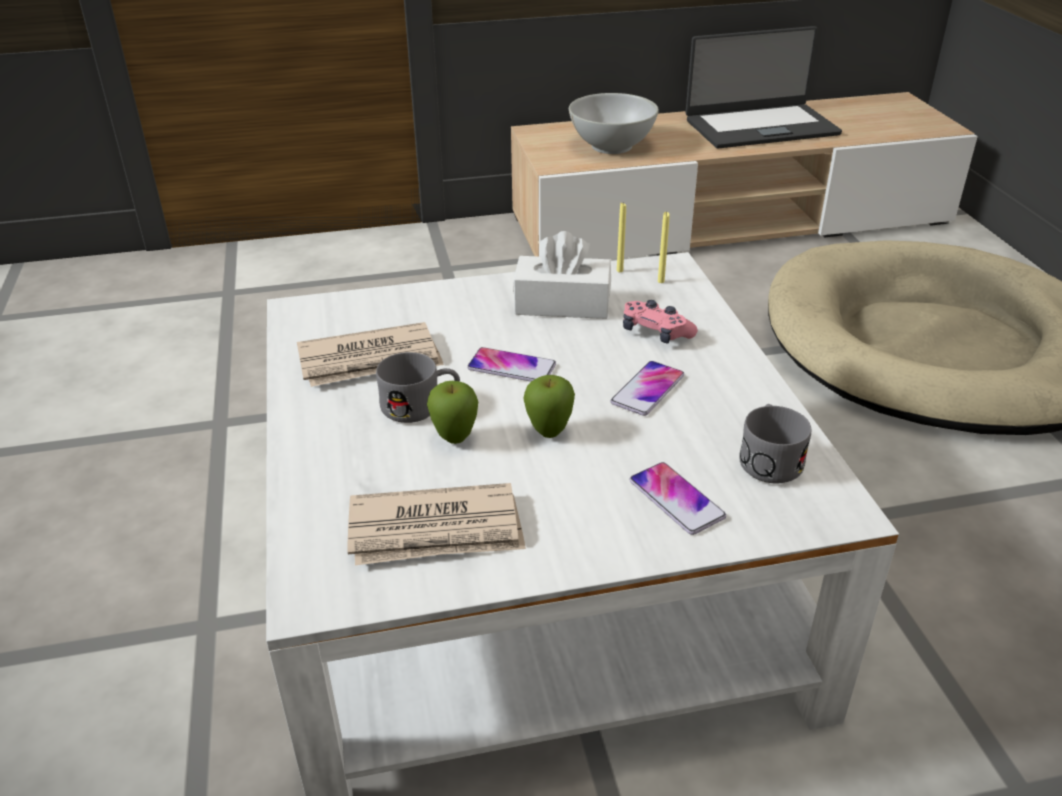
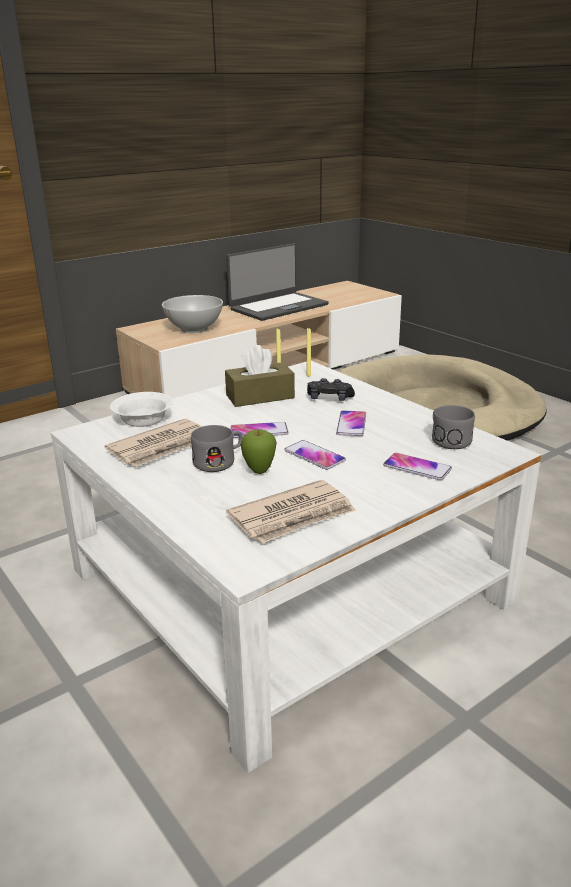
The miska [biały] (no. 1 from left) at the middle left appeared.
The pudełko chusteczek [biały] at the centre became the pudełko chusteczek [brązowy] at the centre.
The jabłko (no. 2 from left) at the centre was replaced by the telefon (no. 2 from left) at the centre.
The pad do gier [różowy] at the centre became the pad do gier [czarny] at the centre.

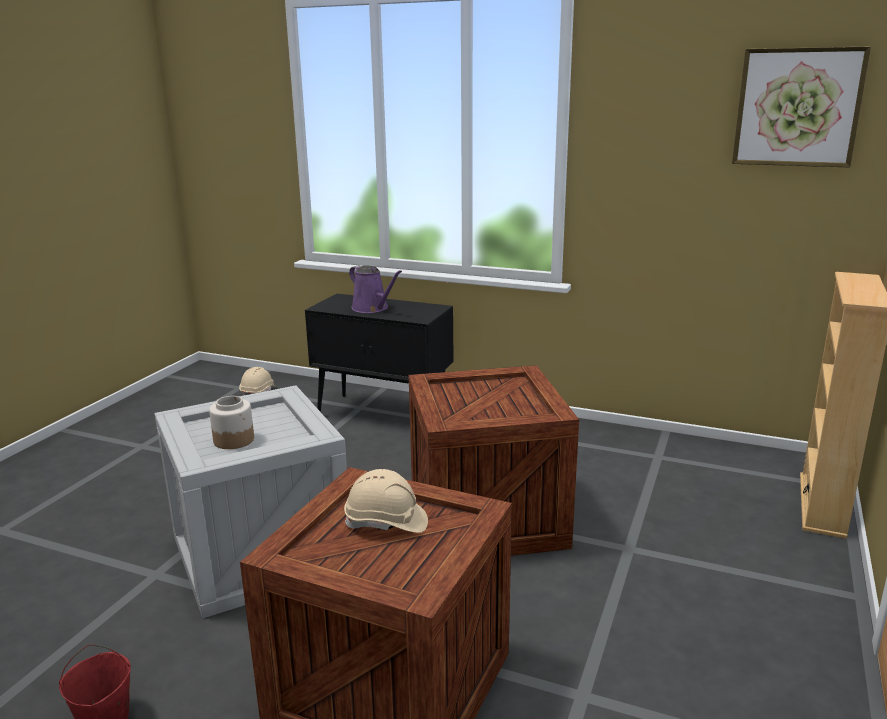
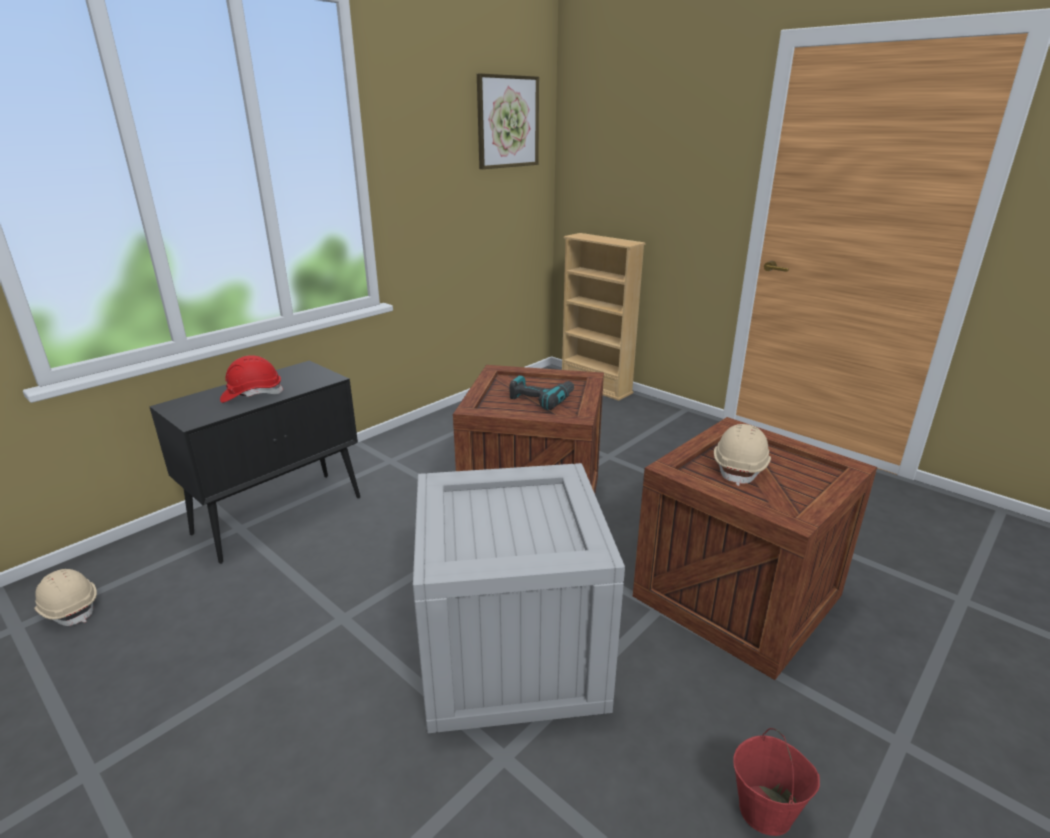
The konewka [fioletowy] at the centre was replaced by the kask [czerwony] at the middle left.
The wiertarka at the centre appeared.
The słoik at the middle left disappeared.

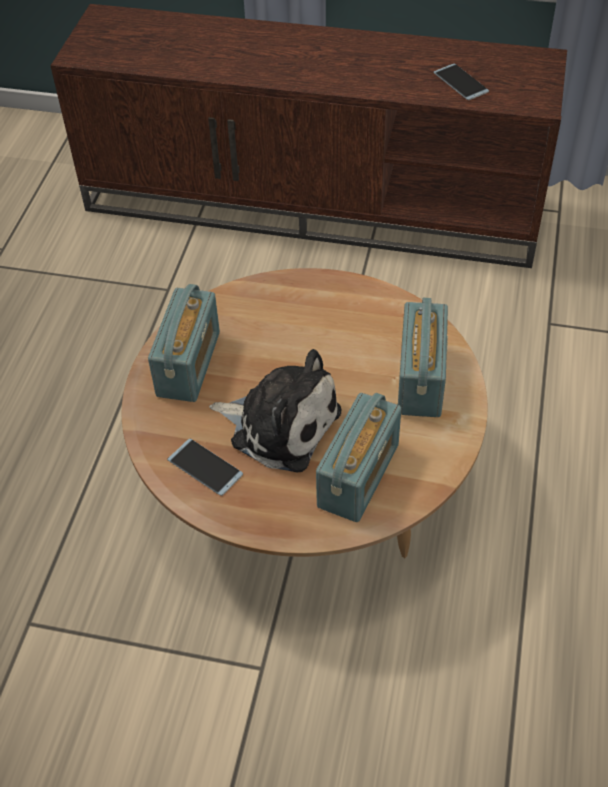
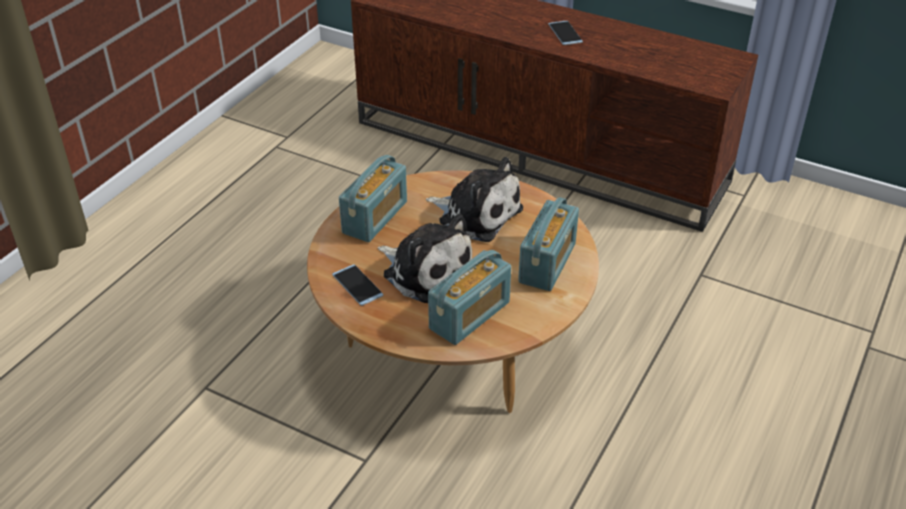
The pluszak (no. 2 from left) at the centre appeared.
The telefon (no. 2 from left) moved from the top right to the top centre.

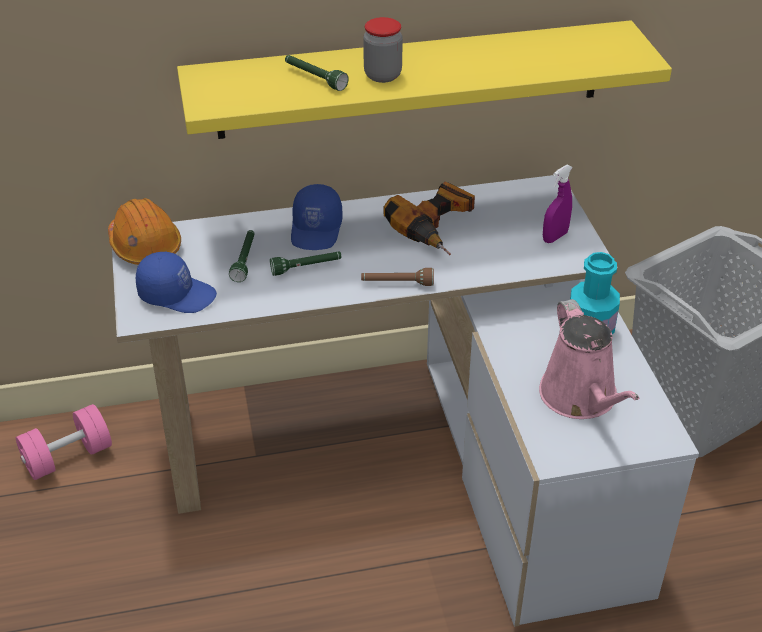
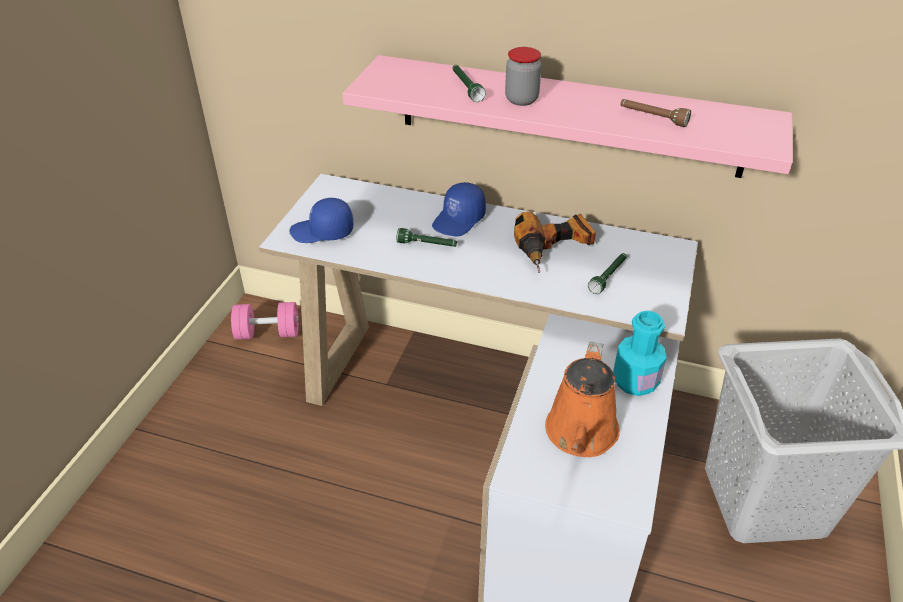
The czapka z daszkiem [niebieski] (no. 1 from left) at the middle left turned 135 degrees clockwise.
The półka [żółty] at the top centre became the półka [różowy] at the top centre.
The konewka [różowy] at the middle right became the konewka [pomarańczowy] at the centre.
The latarka [zielony] (no. 1 from left in the first image) moved from the middle left to the middle right.
The latarka [brązowy] moved from the centre to the top right.
The kask [pomarańczowy] at the middle left disappeared.
The spryskiwacz [fioletowy] at the top right disappeared.

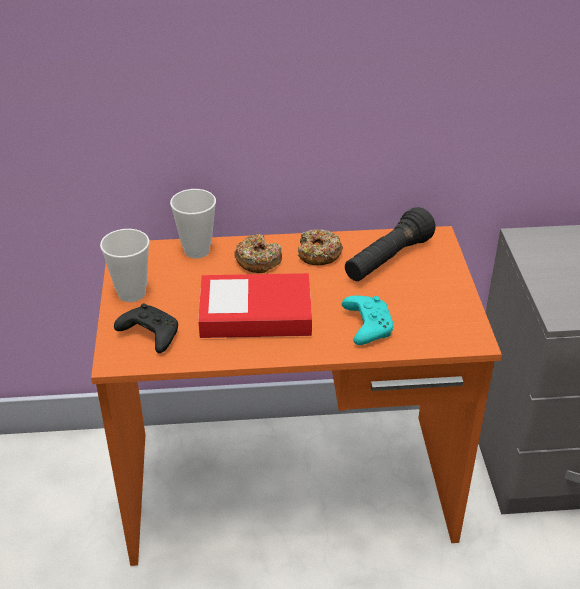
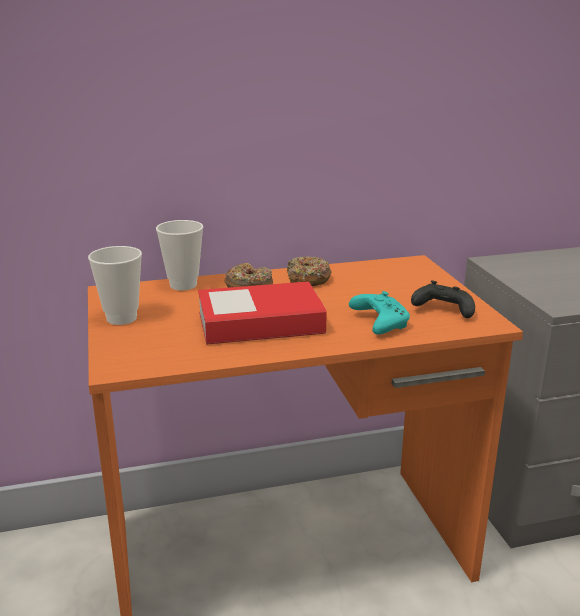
The pad do gier [czarny] moved from the middle left to the middle right.
The latarka [czarny] at the middle right disappeared.

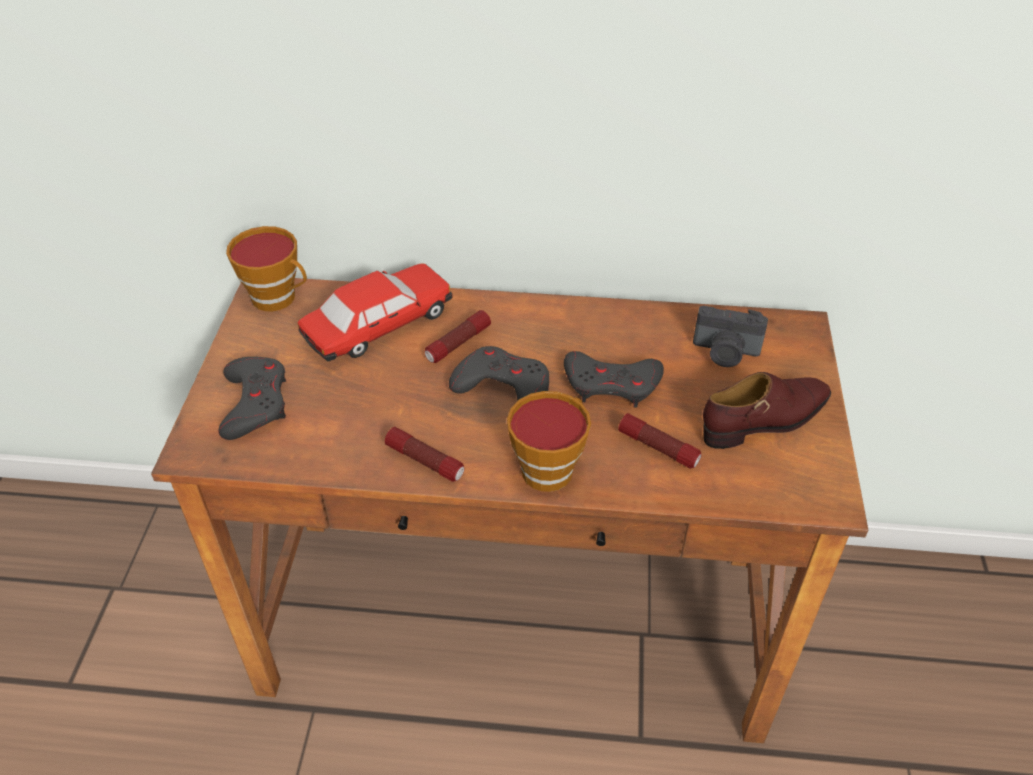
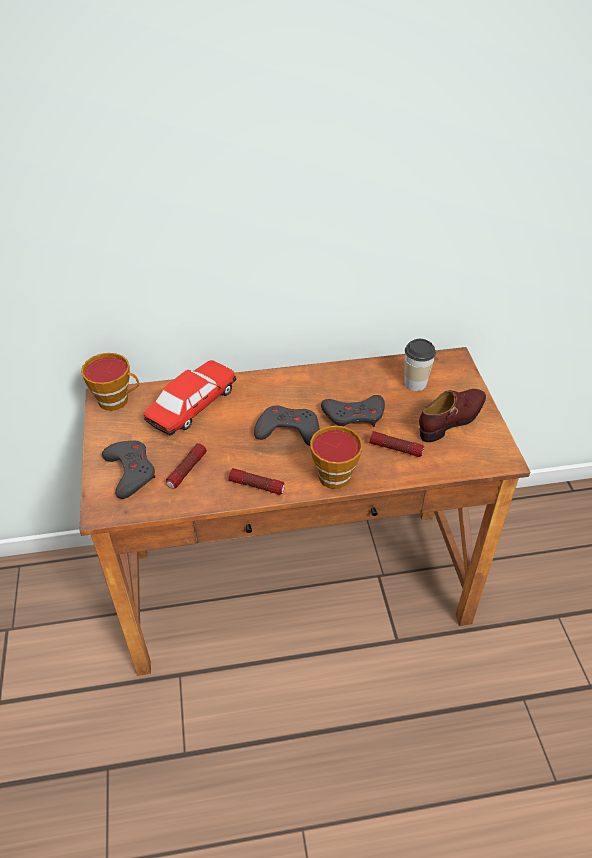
The latarka (no. 2 from left in the first image) moved from the centre to the middle left.
The aparat fotograficzny at the middle right was replaced by the filiżanka (no. 3 from left) at the middle right.

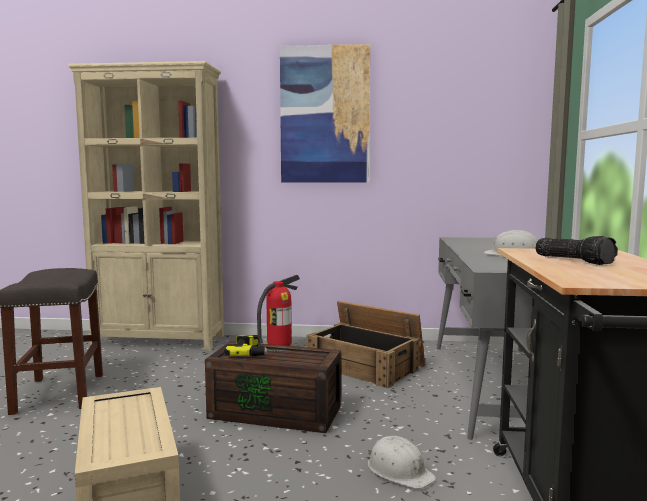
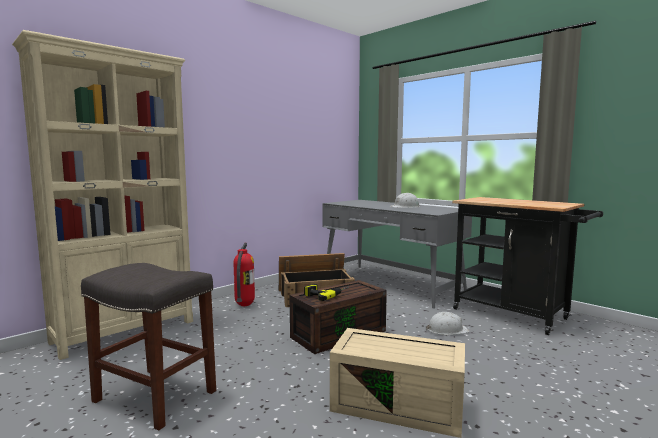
The obraz at the top centre disappeared.
The latarka at the middle right disappeared.

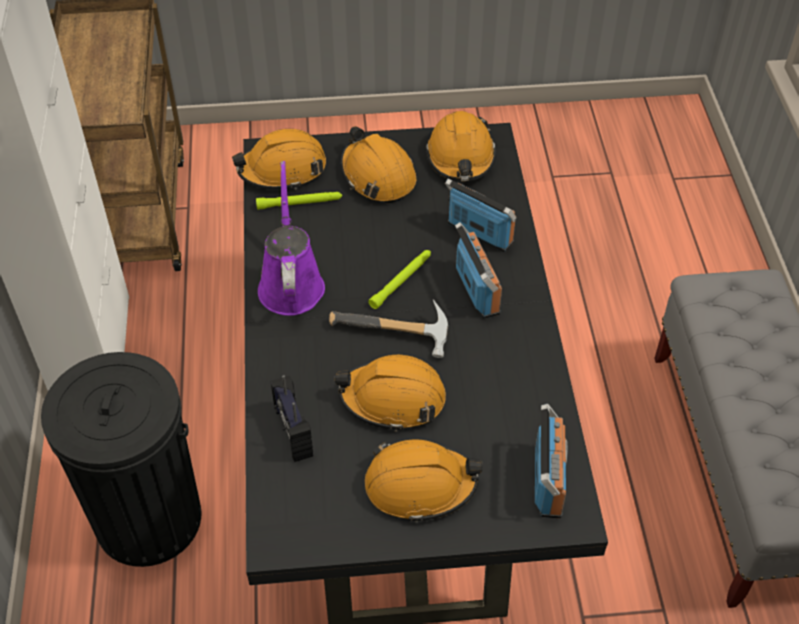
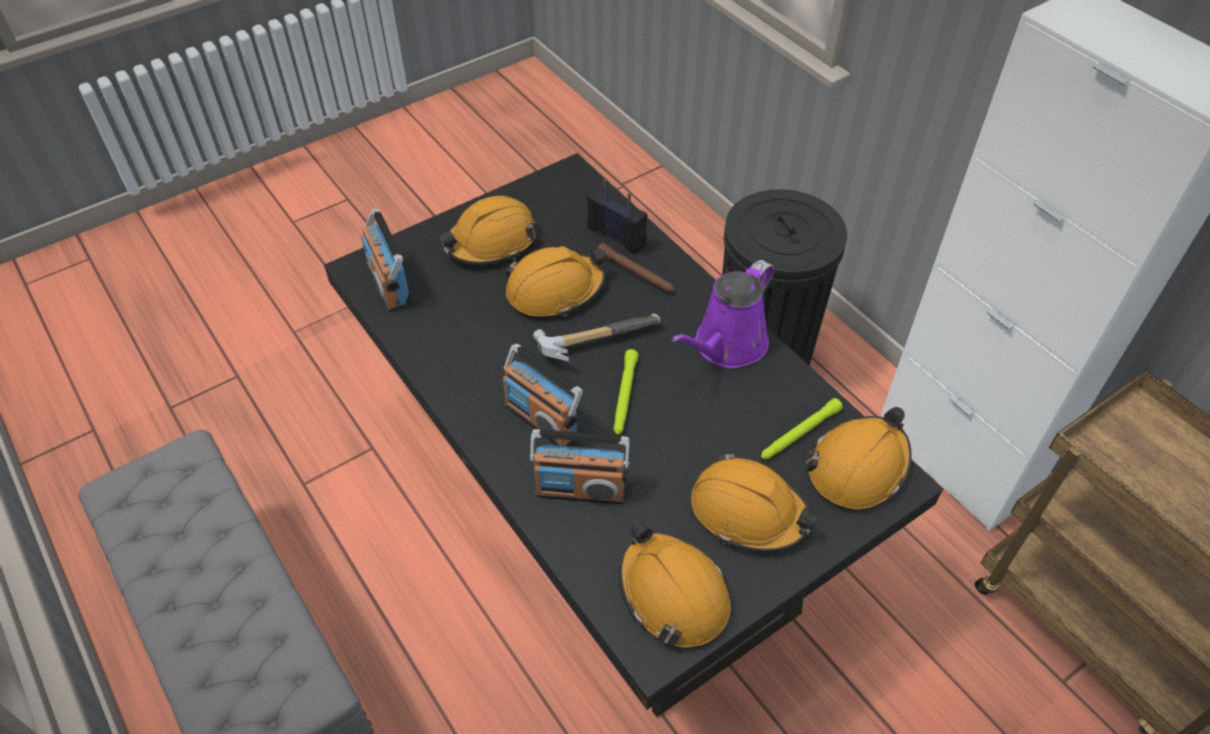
The latarka [brązowy] at the centre appeared.
The konewka [fioletowy] at the centre turned 75 degrees clockwise.

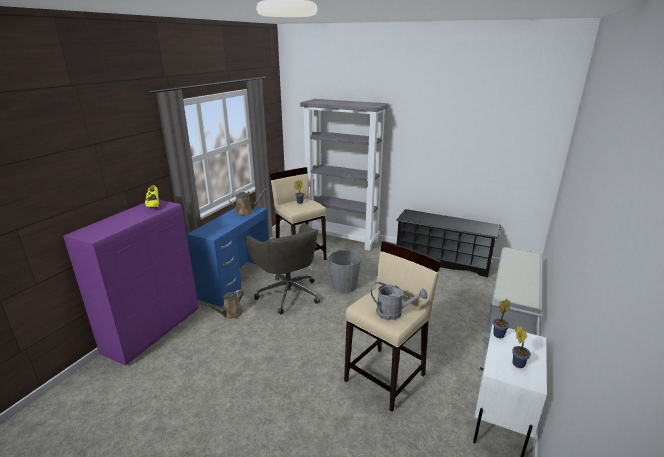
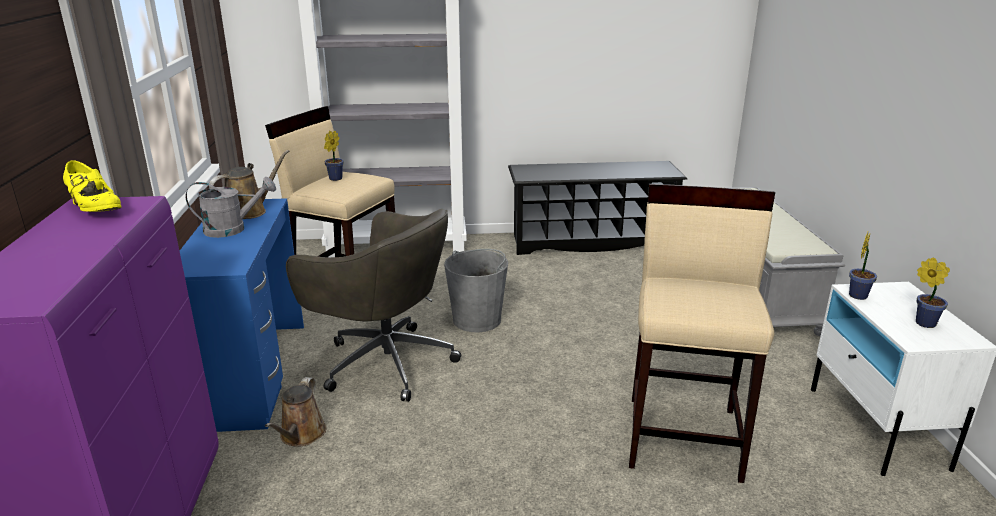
The konewka [szary] moved from the centre to the middle left.

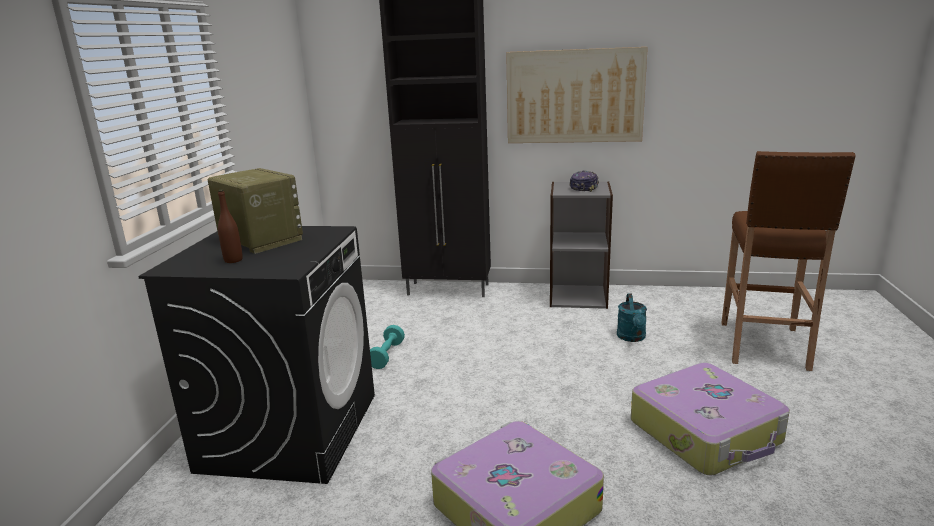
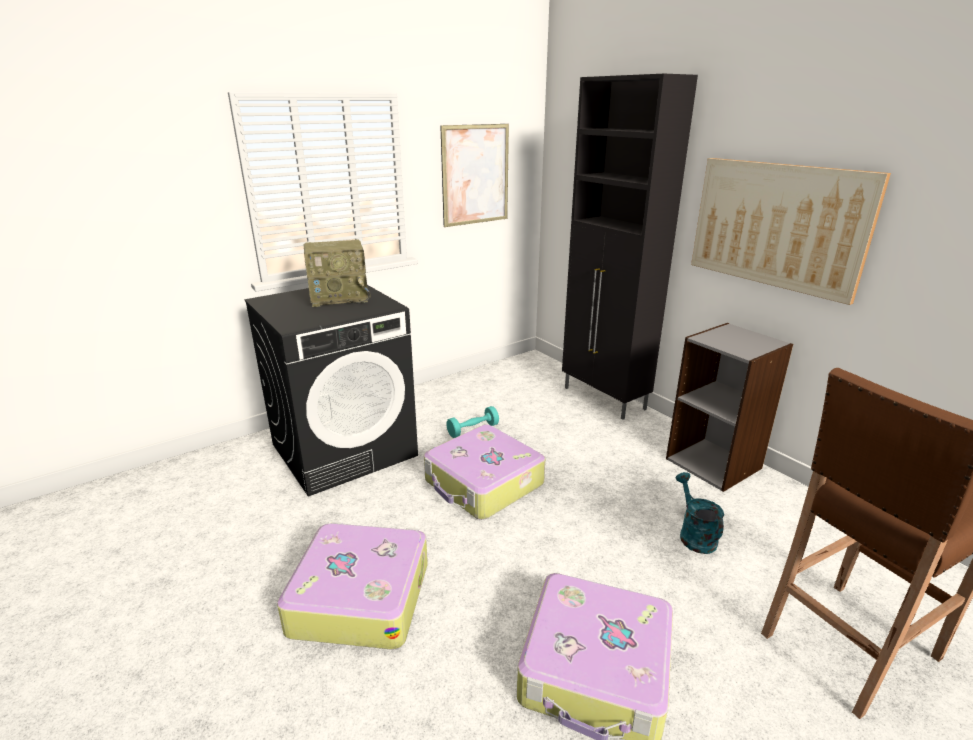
The radio at the middle left turned 75 degrees clockwise.
The walizka (no. 2 from left) at the centre appeared.
The obraz (no. 1 from left) at the top centre appeared.
The konewka [turkusowy] at the middle right turned 120 degrees clockwise.
The butelka [brązowy] at the middle left disappeared.
The czapka z daszkiem at the centre disappeared.

